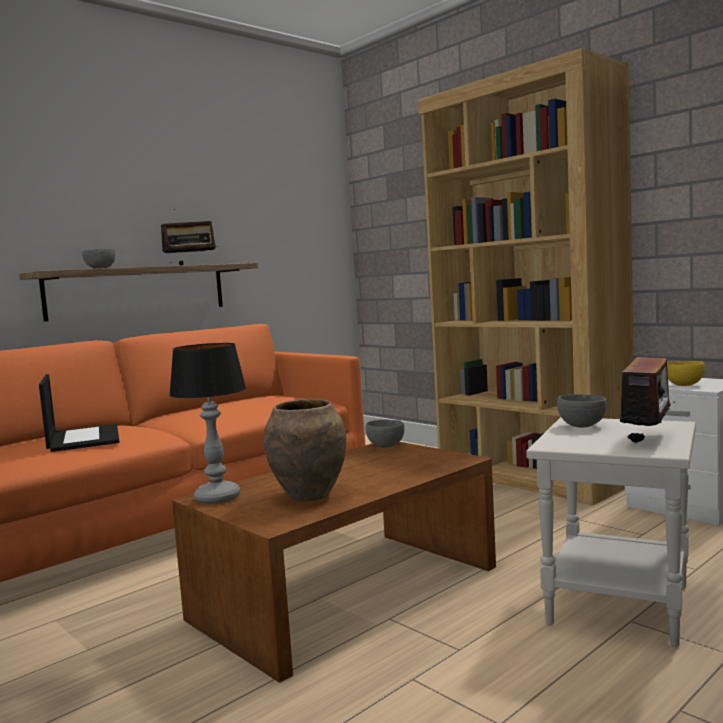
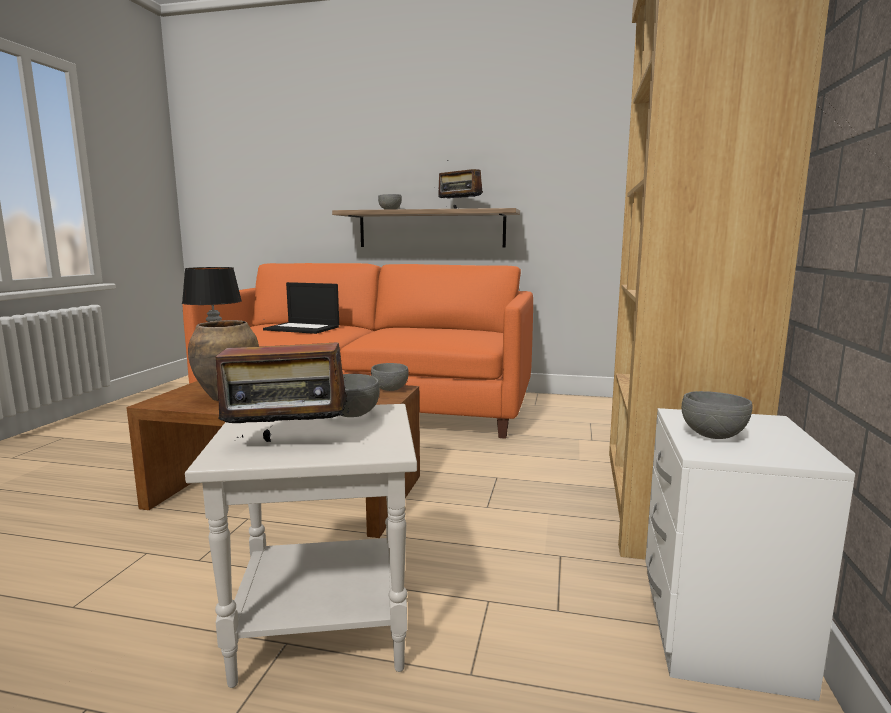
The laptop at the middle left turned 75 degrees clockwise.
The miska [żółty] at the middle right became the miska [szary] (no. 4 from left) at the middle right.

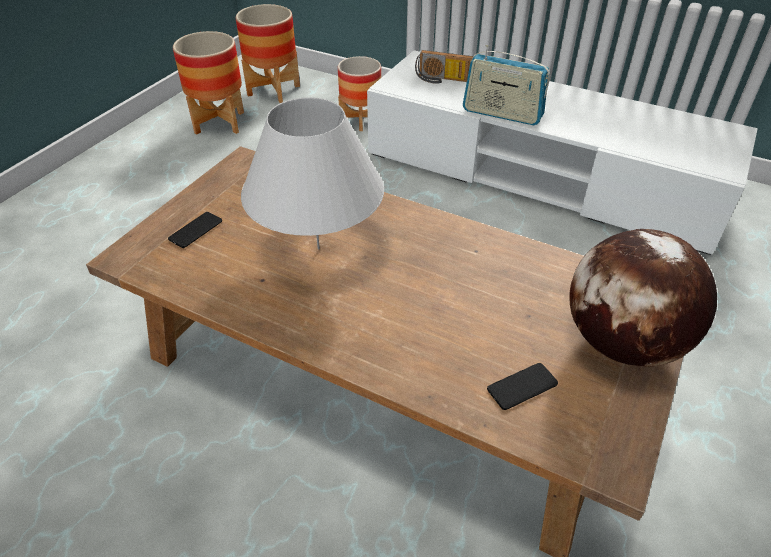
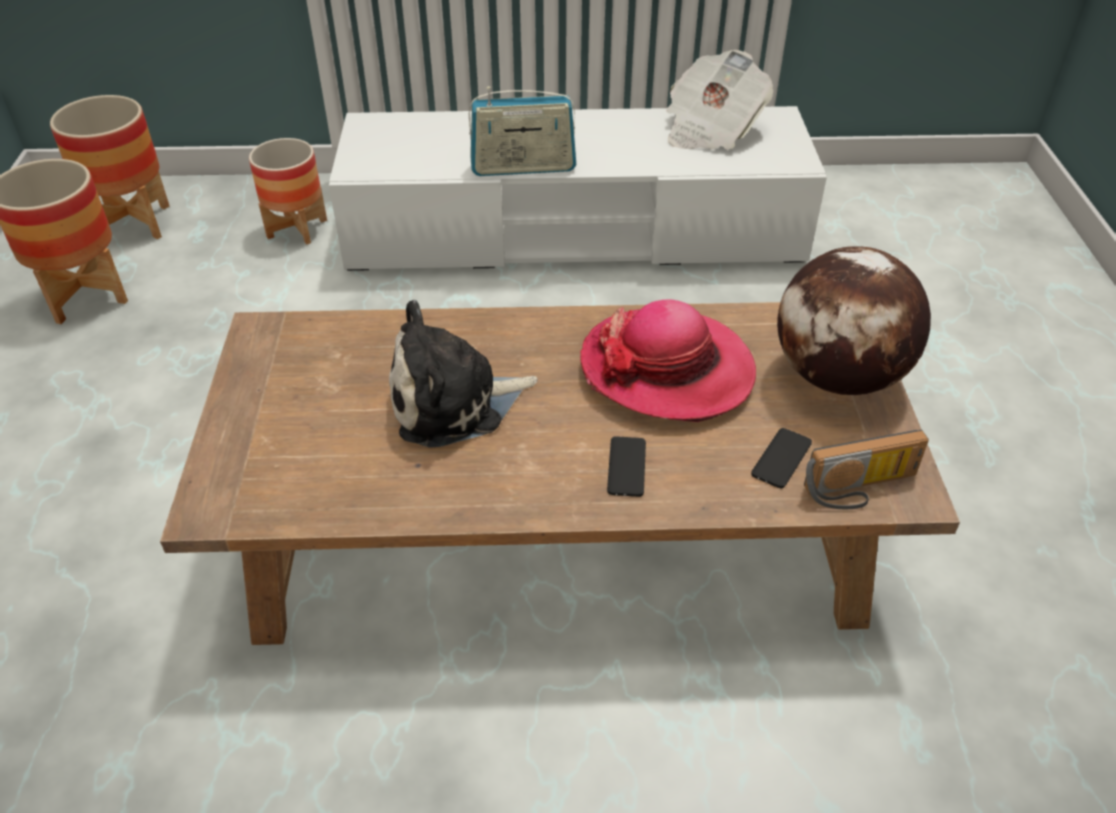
The lampa stołowa [biały] at the top centre was replaced by the pluszak at the centre.
The kapelusz at the centre appeared.
The telefon (no. 1 from left) moved from the middle left to the centre.
The gazeta at the top centre appeared.
The radio (no. 1 from left in the first image) moved from the top centre to the middle right.

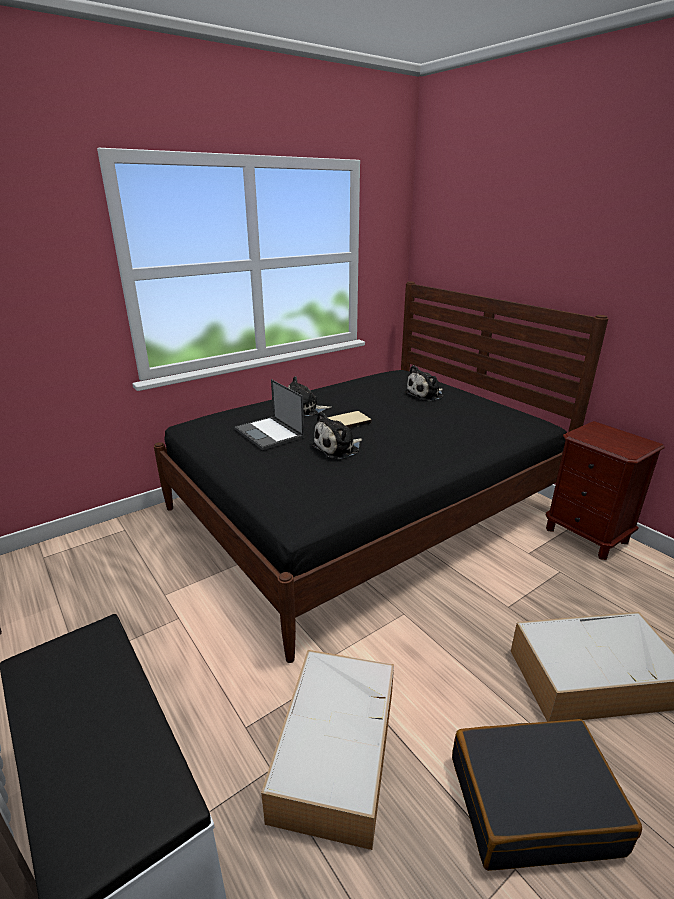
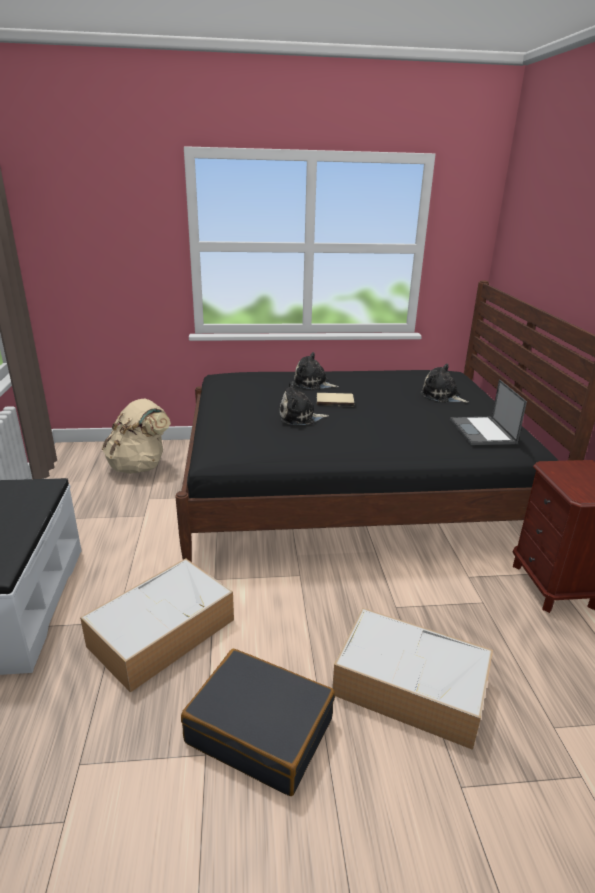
The plecak [beżowy] at the middle left appeared.
The pluszak (no. 3 from left) at the centre turned 45 degrees clockwise.
The laptop moved from the centre to the middle right.

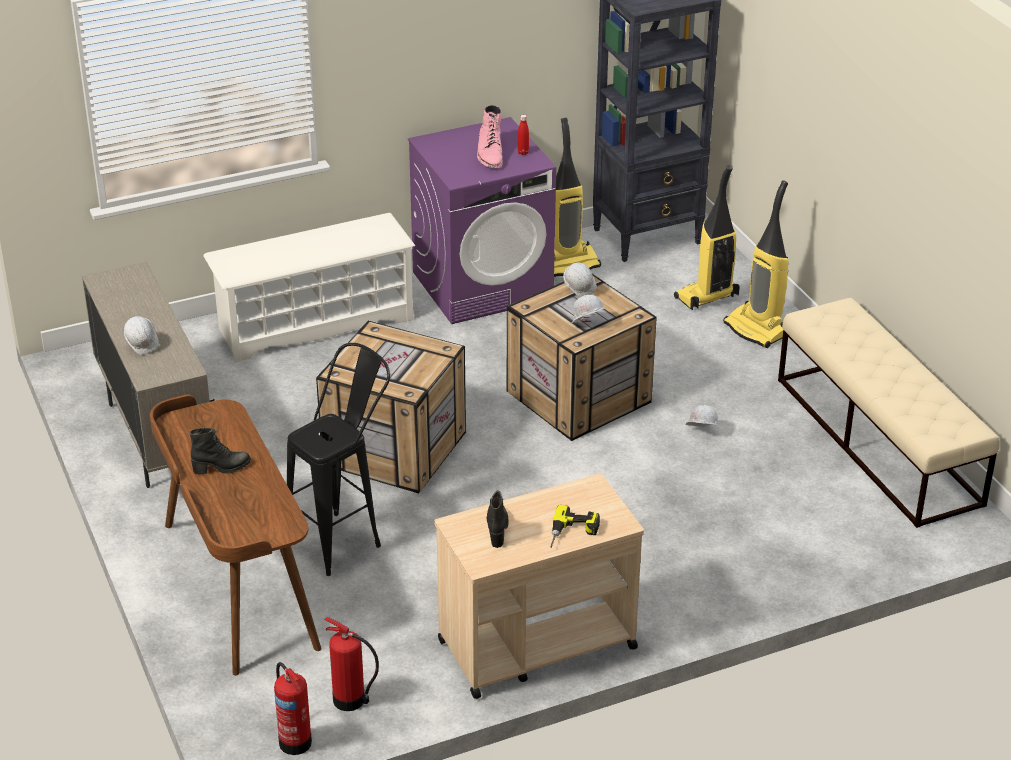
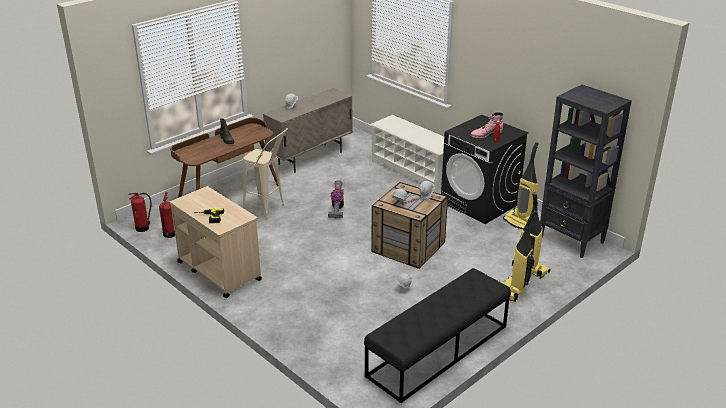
The stołek [czarny] at the centre became the stołek [beżowy] at the centre.
The skrzynka (no. 1 from left) at the centre was replaced by the odkurzacz (no. 1 from left) at the centre.
The ławka [beżowy] at the middle right became the ławka [czarny] at the bottom centre.
The pralka [fioletowy] at the top centre became the pralka [czarny] at the middle right.
The but z cholewką [czarny] (no. 2 from left) at the bottom centre disappeared.

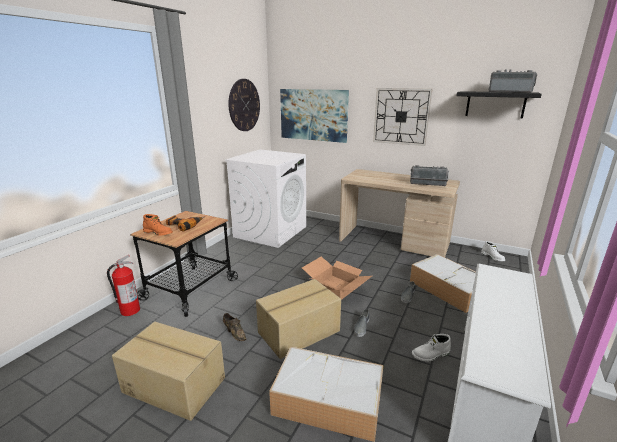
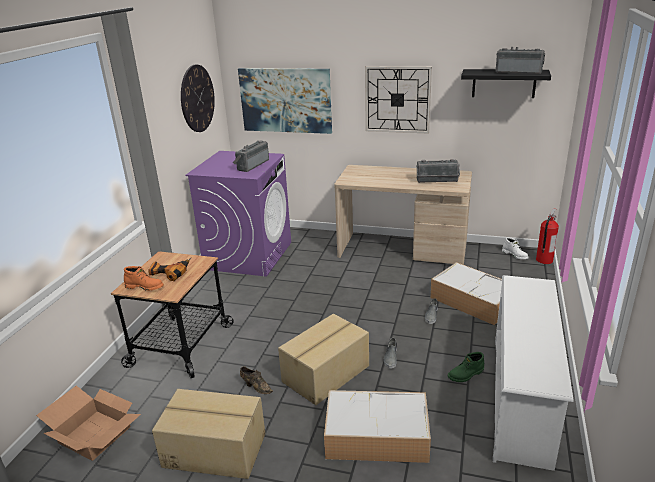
The karton (no. 3 from left in the first image) moved from the centre to the bottom left.
The pralka [biały] at the centre became the pralka [fioletowy] at the centre.
The radio (no. 1 from left) at the top centre appeared.
The but z cholewką [biały] (no. 1 from left) at the bottom right became the but z cholewką [zielony] at the bottom right.
The gaśnica moved from the middle left to the middle right.

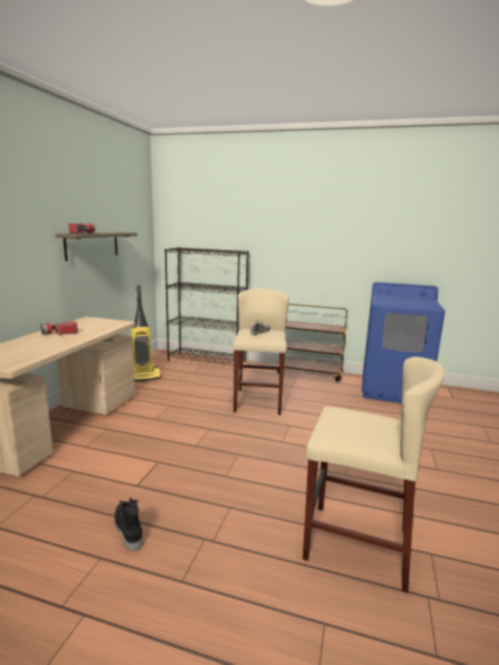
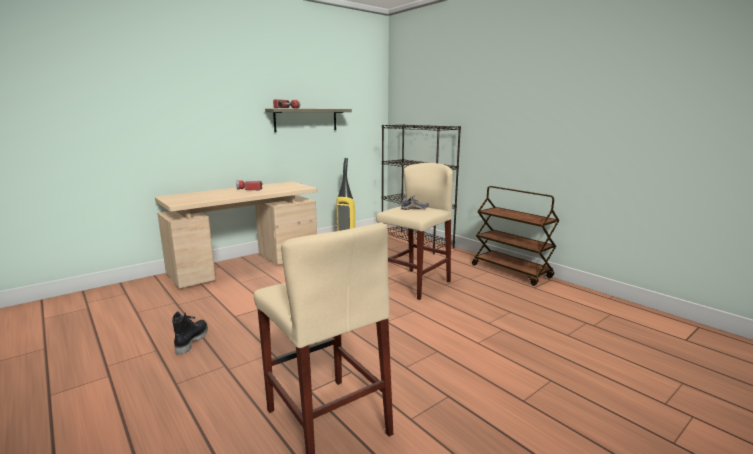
The pralka [niebieski] at the middle right disappeared.

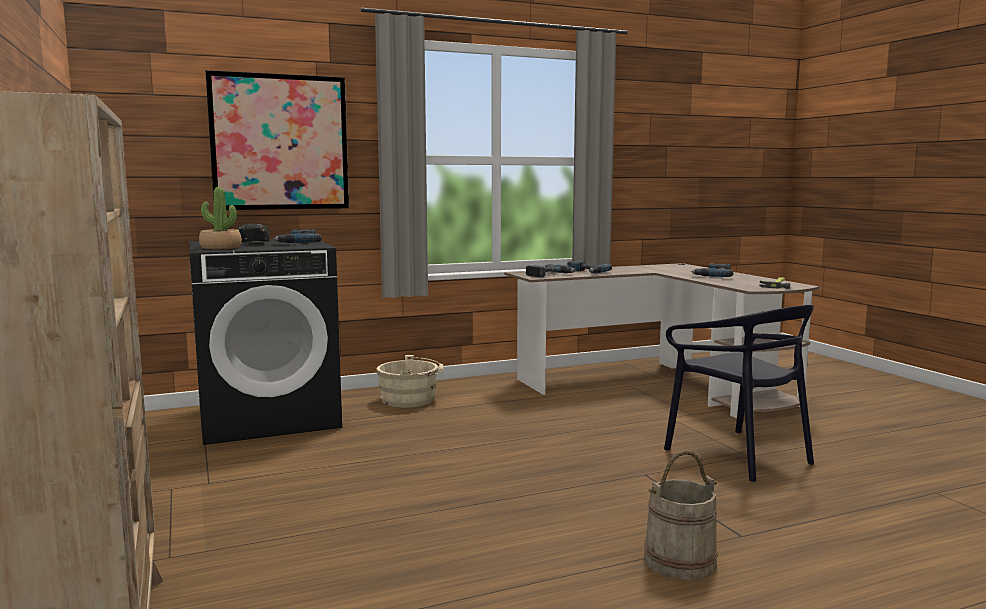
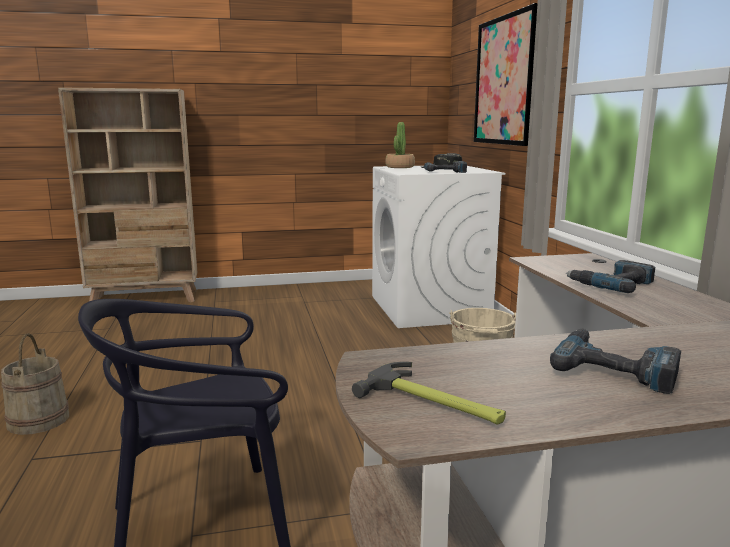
The pralka [czarny] at the middle left became the pralka [biały] at the centre.
The wiertarka (no. 2 from left) at the centre disappeared.

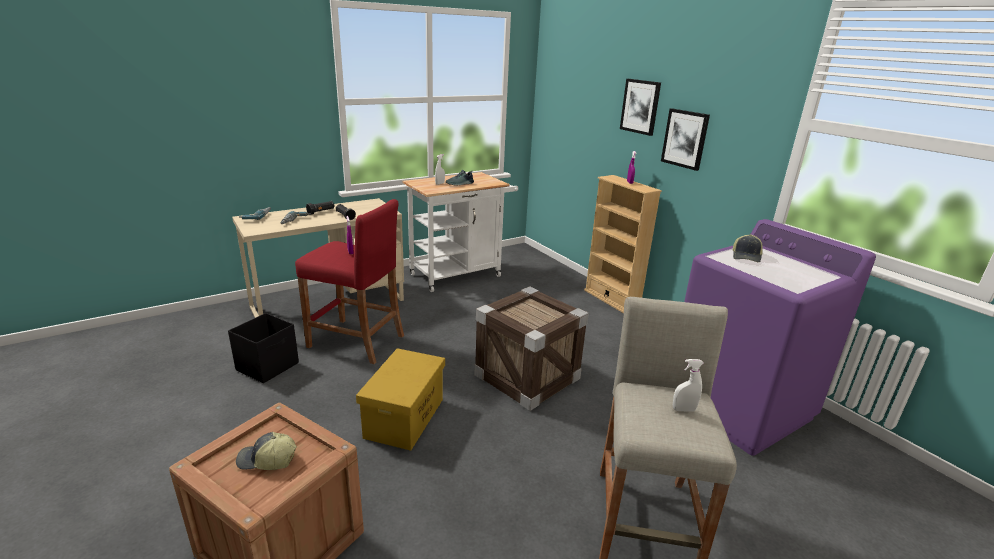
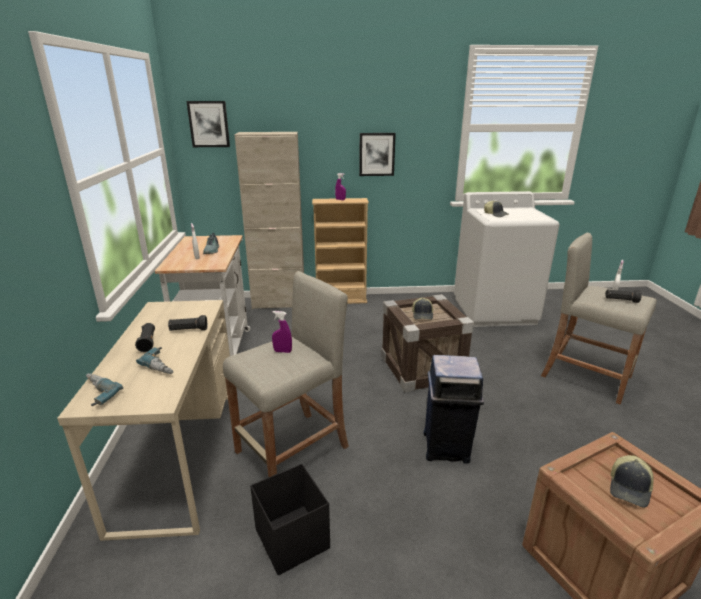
The obraz (no. 1 from left) moved from the top centre to the top left.
The stołek [czerwony] at the centre became the stołek [beżowy] (no. 1 from left) at the centre.
The szafka [beżowy] at the centre appeared.
The czapka z daszkiem (no. 1 from left) at the centre appeared.
The pojemnik do przechowywania [żółty] at the bottom centre was replaced by the kosz na śmieci [niebieski] at the bottom centre.
The pralka [fioletowy] at the middle right became the pralka [biały] at the middle right.
The latarka [czarny] (no. 3 from left) at the middle right appeared.

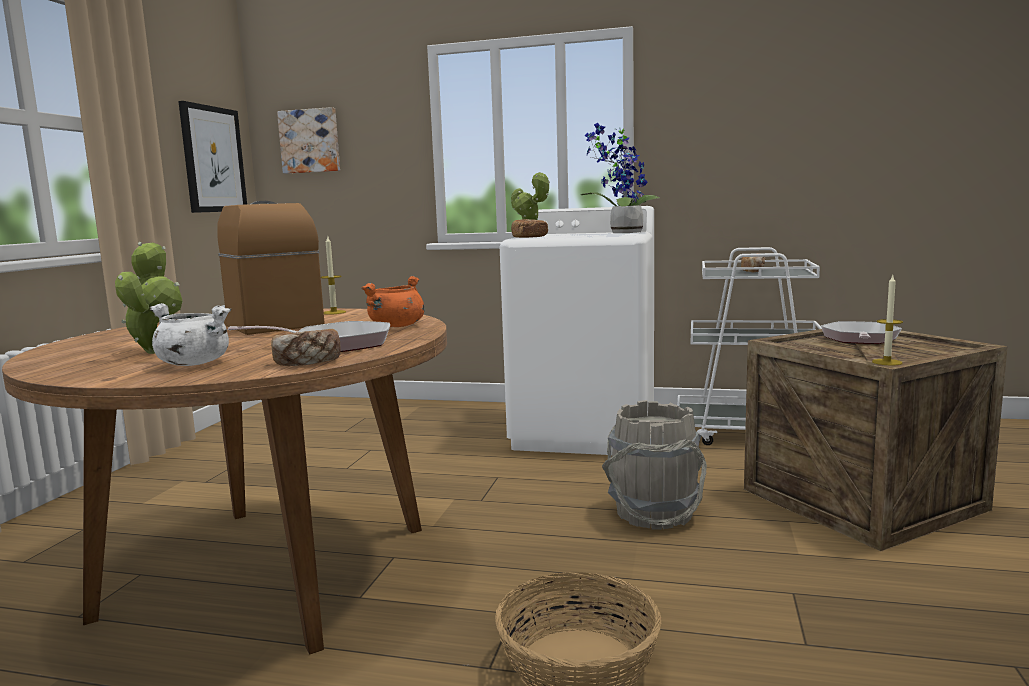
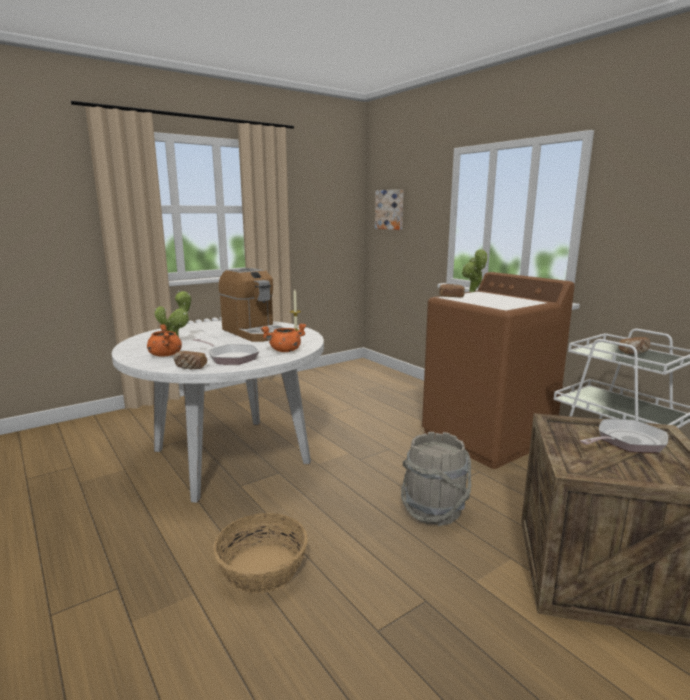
The stół jadalny [brązowy] at the bottom left became the stół jadalny [biały] at the middle left.
The garnek [biały] at the middle left became the garnek [pomarańczowy] (no. 1 from left) at the middle left.
The ekspres do kawy at the middle left turned 135 degrees clockwise.
The pralka [biały] at the centre became the pralka [brązowy] at the middle right.
The obraz (no. 1 from left) at the top left disappeared.
The roślina doniczkowa (no. 3 from left) at the top centre disappeared.
The świeca (no. 2 from left) at the middle right disappeared.

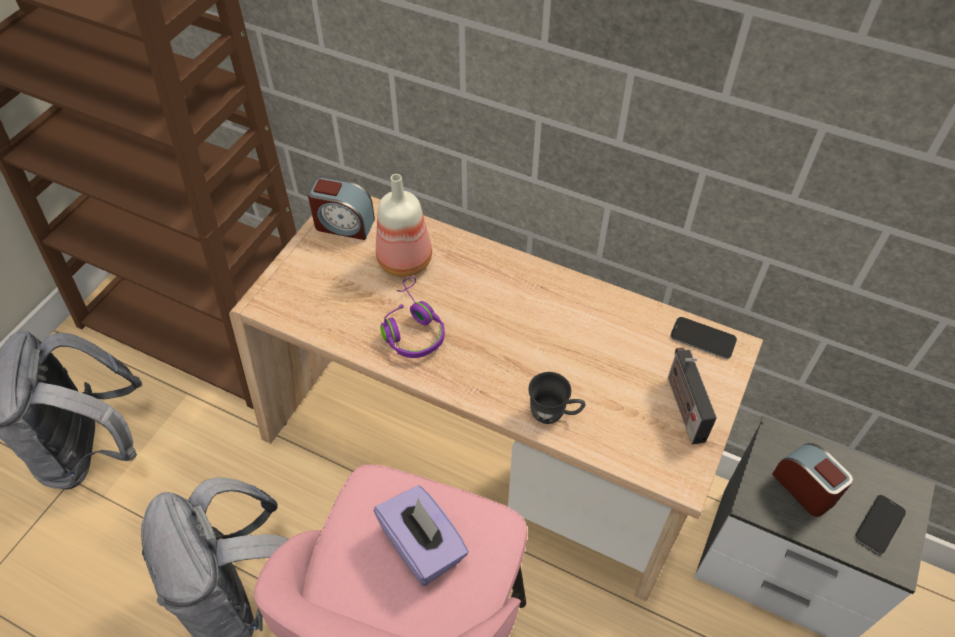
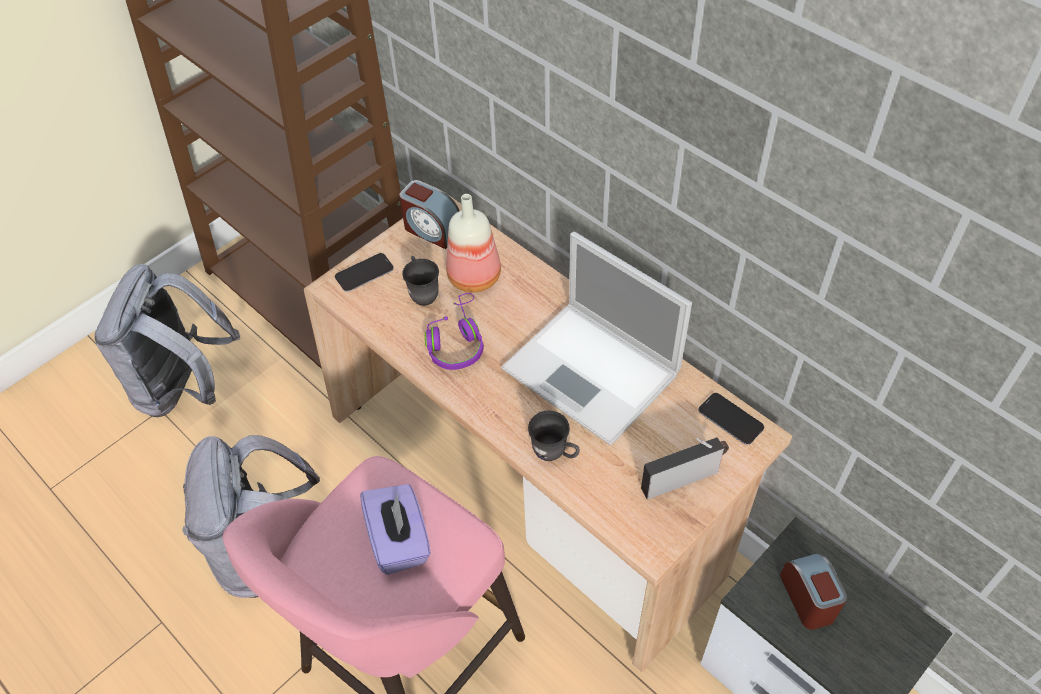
The telefon (no. 2 from left in the first image) moved from the bottom right to the centre.
The kubek [szary] (no. 1 from left) at the centre appeared.
The laptop at the centre appeared.
The radio at the middle right turned 60 degrees clockwise.

